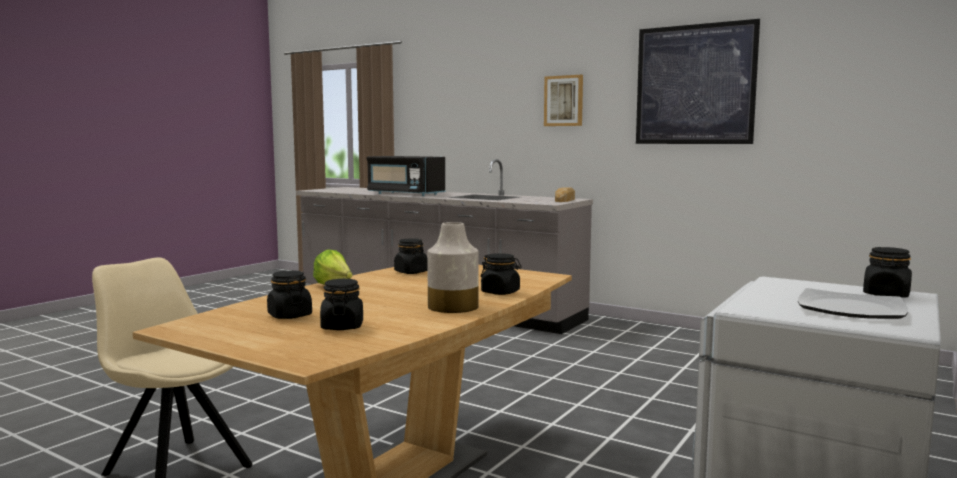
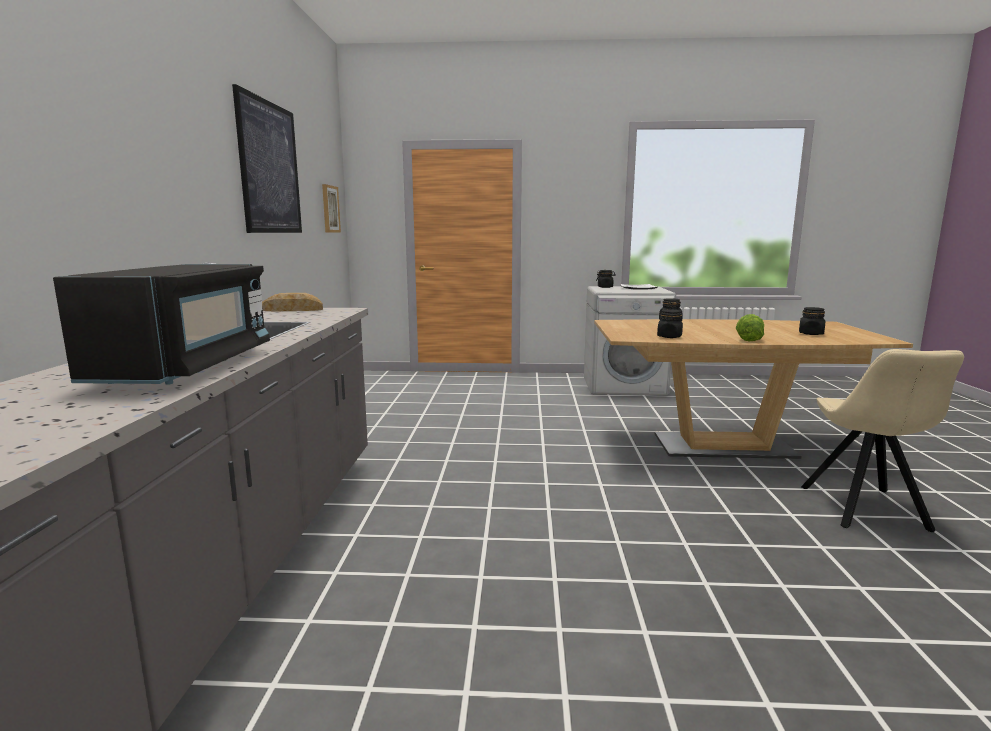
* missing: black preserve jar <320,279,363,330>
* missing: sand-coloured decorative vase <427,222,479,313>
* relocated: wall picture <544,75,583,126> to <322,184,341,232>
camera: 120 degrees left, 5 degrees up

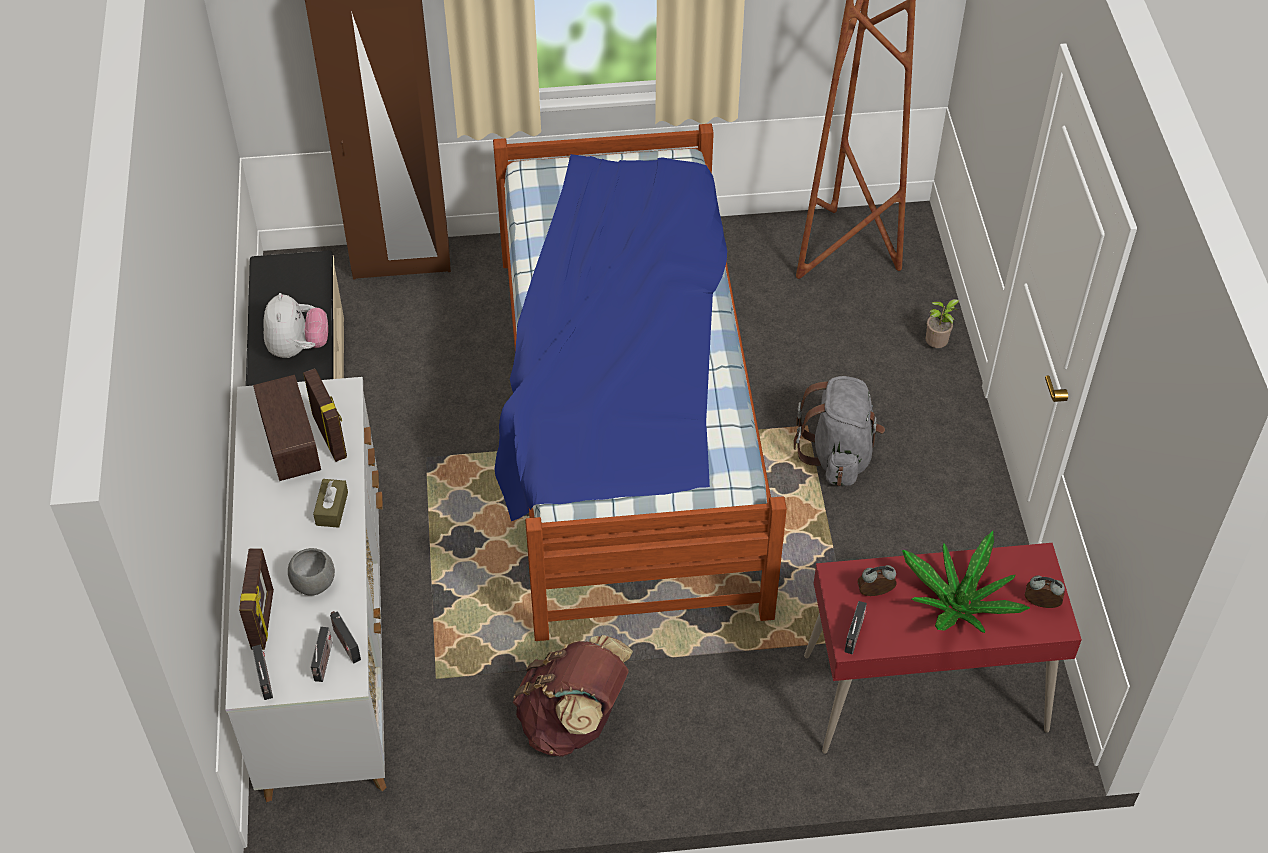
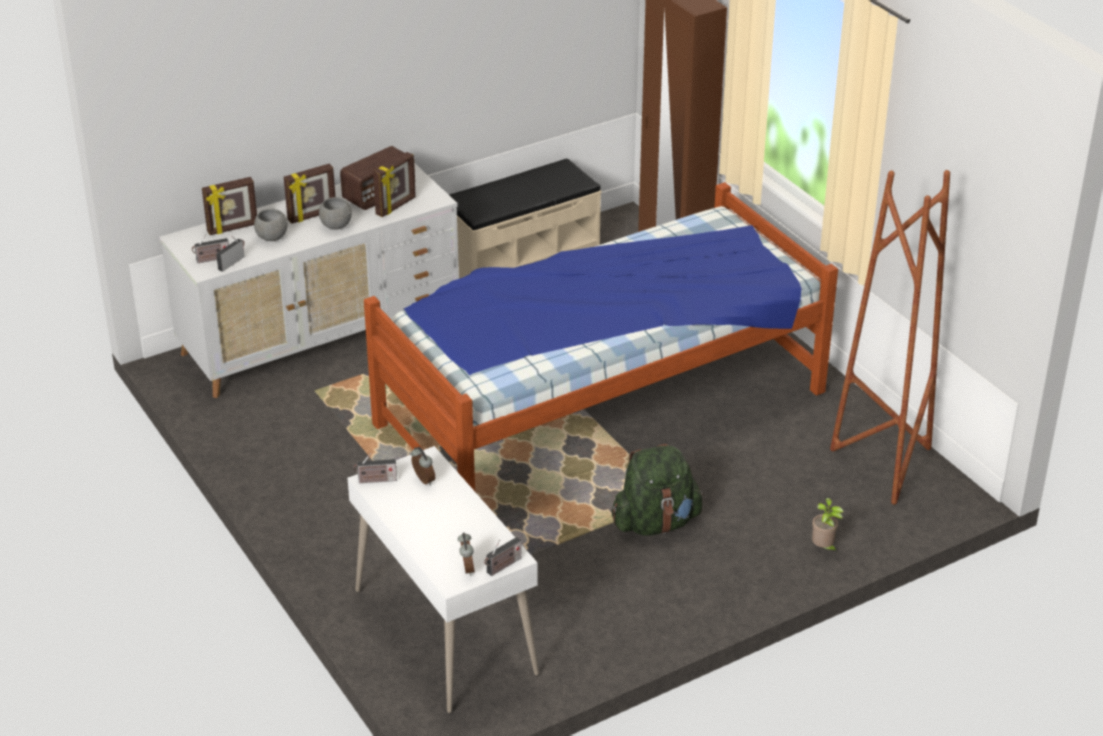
* relocated: radio set <252,645,273,700> to <484,537,522,576>
* missing: cuddly toy <263,293,328,358>
* exchanged: brown-coloured tissue box <313,479,348,528> to grey deep dish <319,197,352,230>
* missing: brown-coloured rucksack <512,635,633,757>
* colour: grey rucksack <794,376,885,486> to green-coloured rucksack <612,444,703,536>
* colour: reddish desk <804,543,1082,754> to white desk <348,446,539,713>
* missing: potted plant <902,531,1030,633>
* appeared: photo frame <284,164,335,224>
camera: 65 degrees right, 15 degrees down

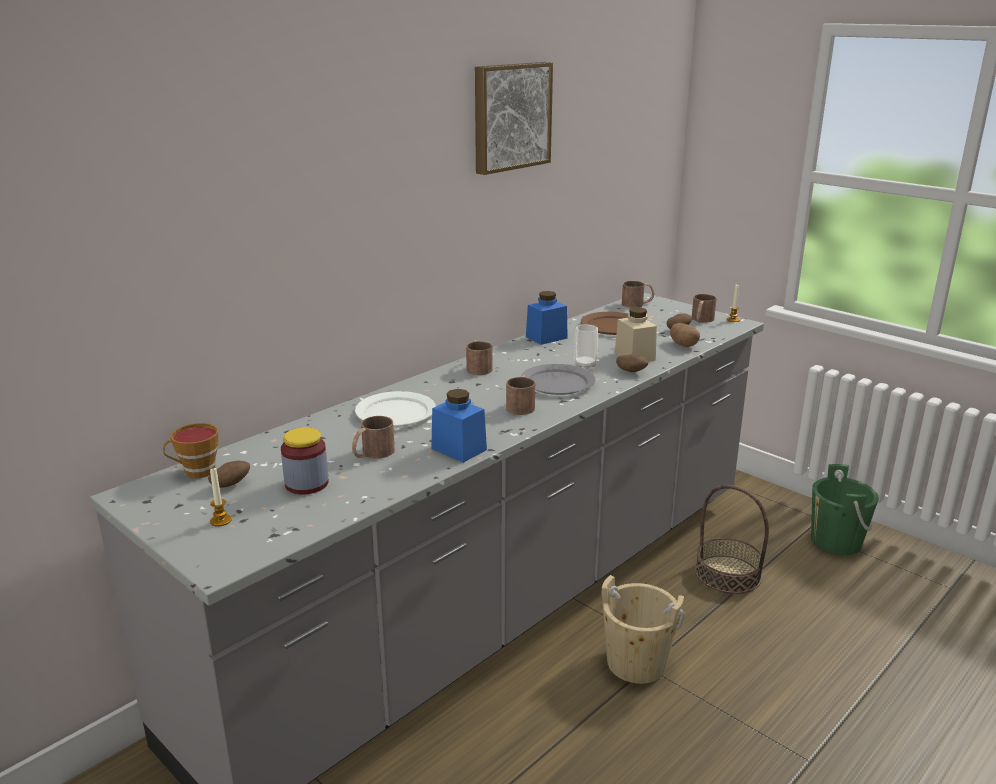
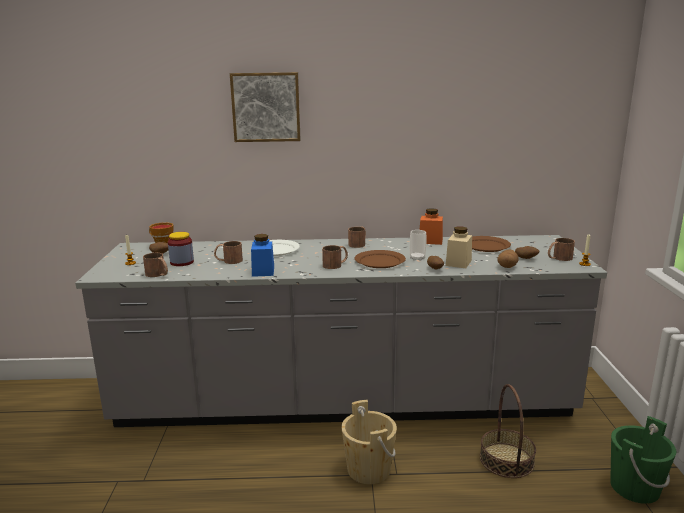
* relocated: wall picture <475,62,553,175> to <230,72,301,142>
* colour: grey plate <521,364,595,395> to brown-coloured plate <355,250,406,268>
* colour: blue-coloured preserve jar <526,291,568,345> to orange-coloured preserve jar <420,208,443,245>
* relocated: brown-coloured coffee mug <622,281,654,308> to <143,253,168,277>
camera: 45 degrees right, 5 degrees down

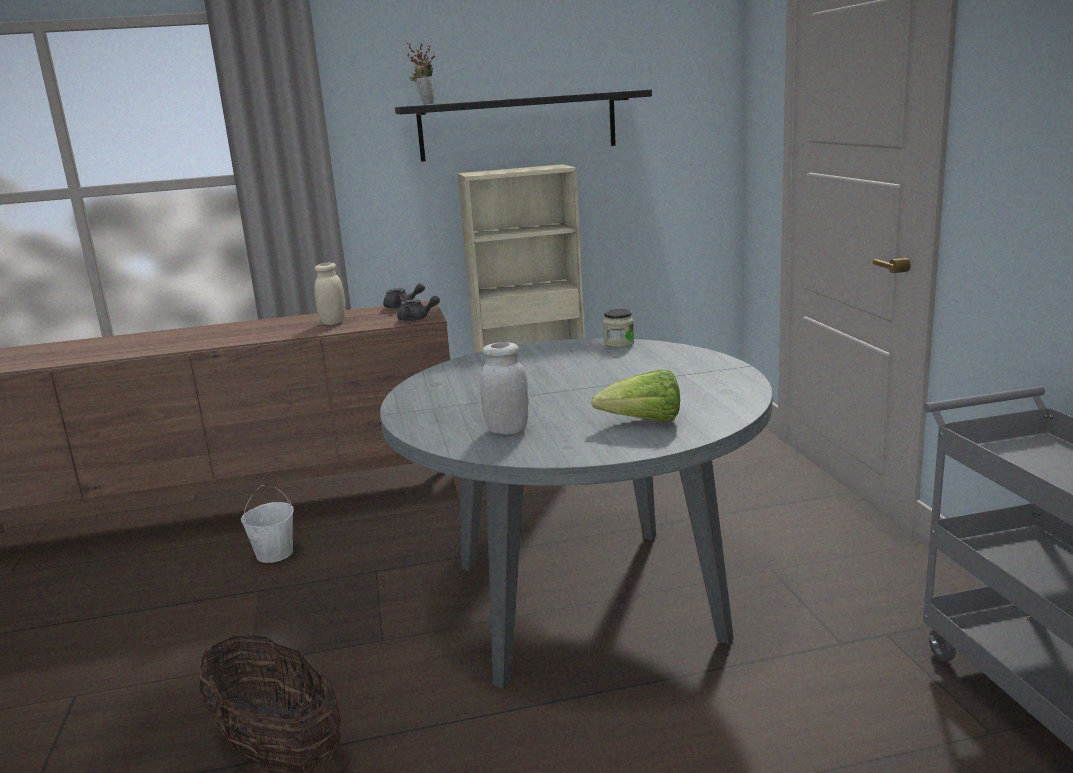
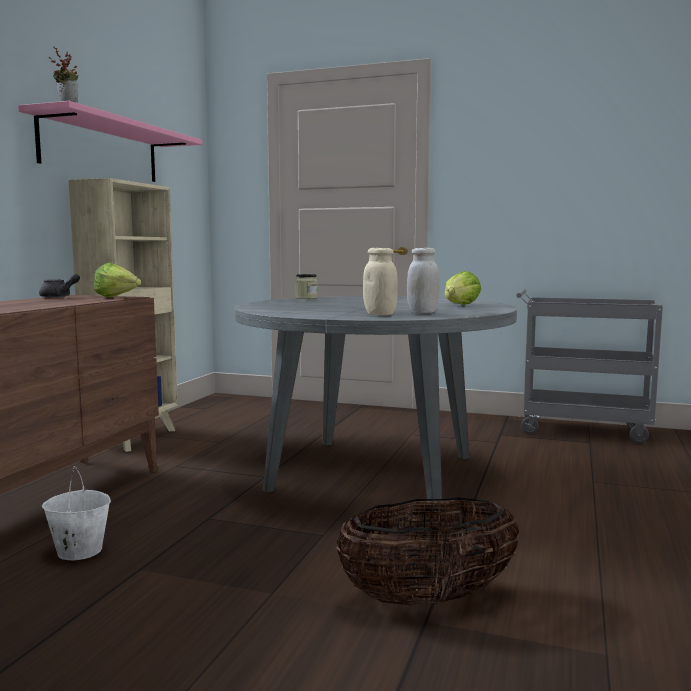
* relocated: sand-coloured preserve jar <314,262,345,325> to <363,248,398,315>
* colour: black shelf <395,89,652,162> to pink-coloured shelf <18,101,202,182>
* exchanged: grey tea pot <397,296,440,322> to lettuce head <94,263,141,297>
camera: 60 degrees left, 10 degrees down

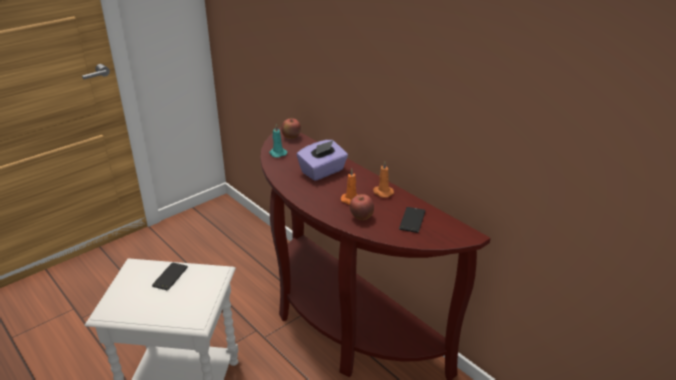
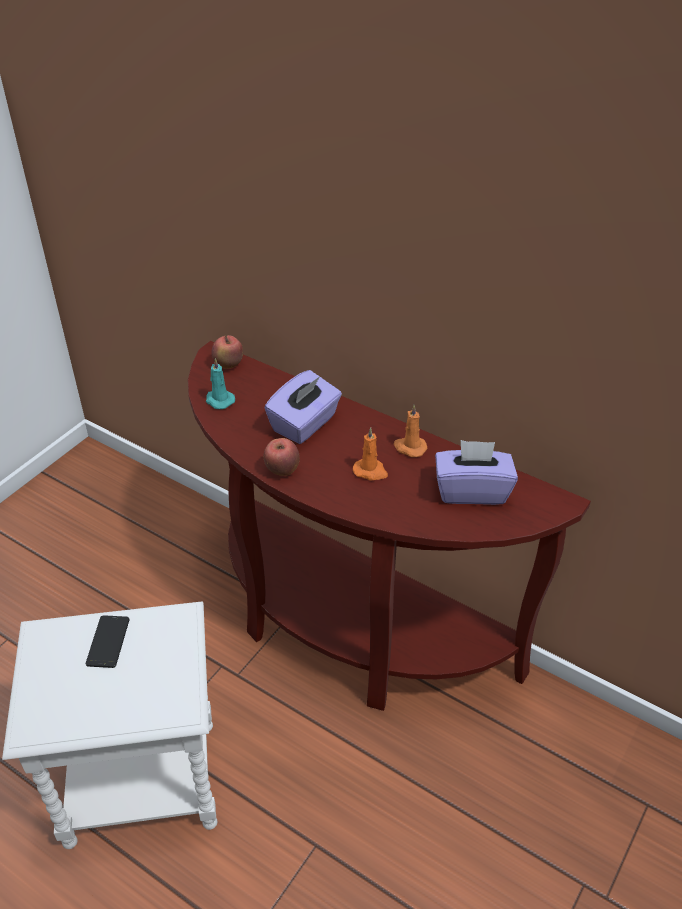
* relocated: whole apple <350,194,374,220> to <264,438,300,476>
* exchanged: handset <399,207,425,233> to purple tissue box <435,440,518,505>
camera: 15 degrees left, 10 degrees up

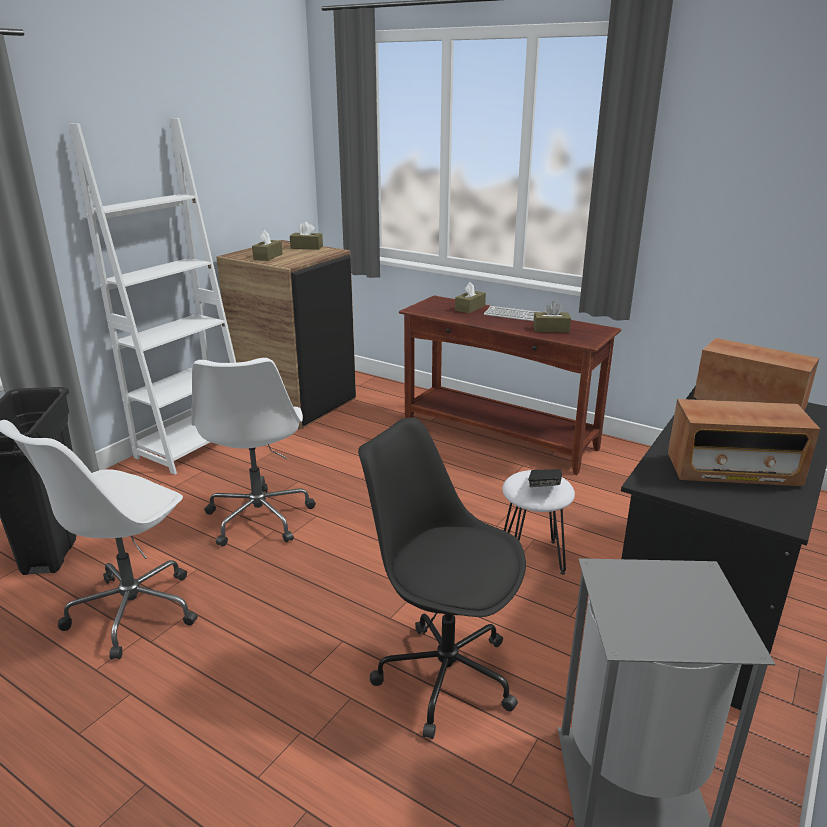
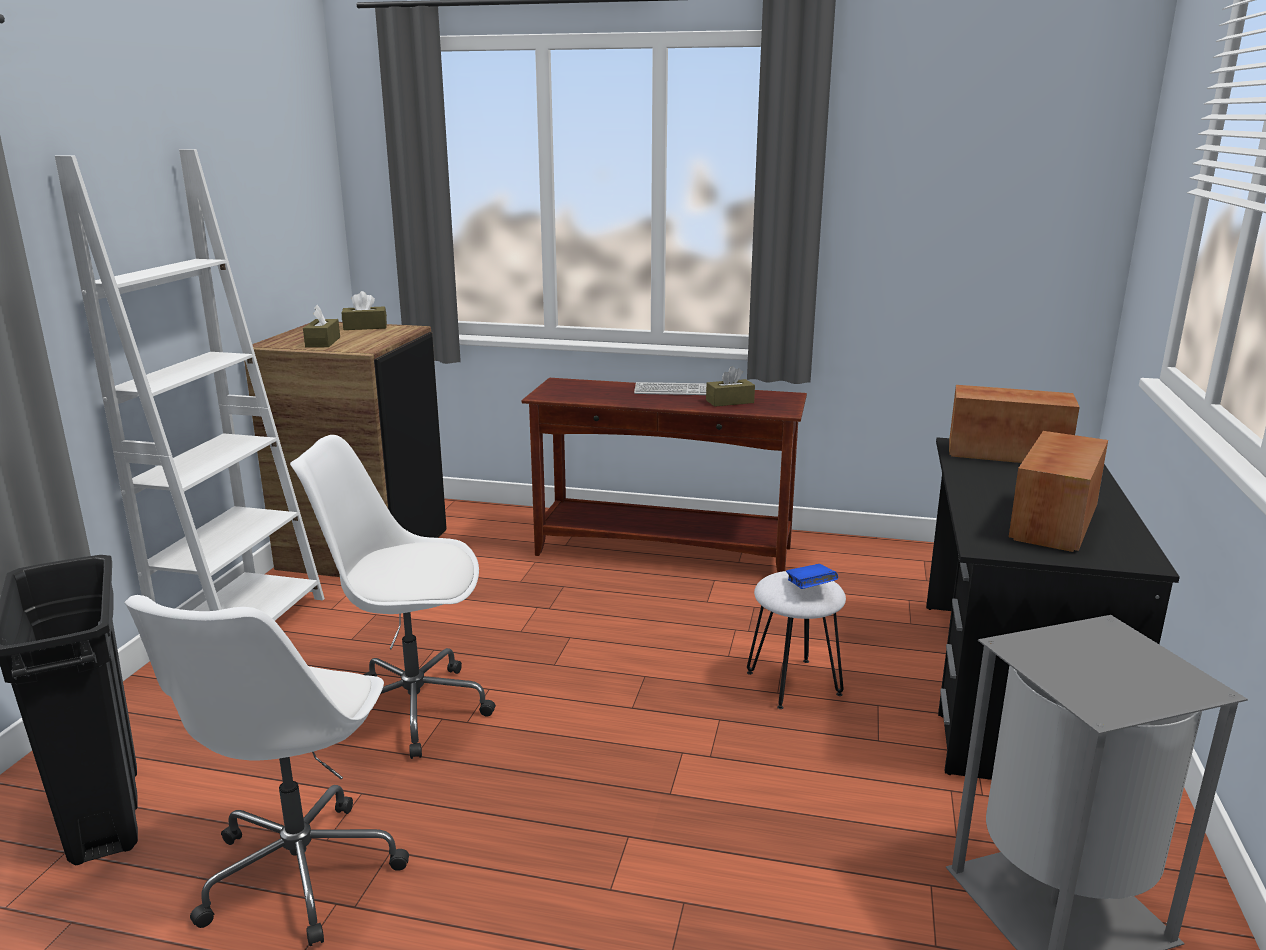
* spun: white office chair <191,358,316,546> = <290,435,496,759> 120 degrees clockwise
* missing: black office chair <358,418,526,739>
* missing: brown-coloured tissue box <455,282,486,313>
* colour: black bound book <528,469,562,487> to blue-coloured bound book <786,564,838,589>
* spun: radio set <668,399,820,486> = <1009,431,1108,552> 135 degrees clockwise
camera: 20 degrees left, 5 degrees down

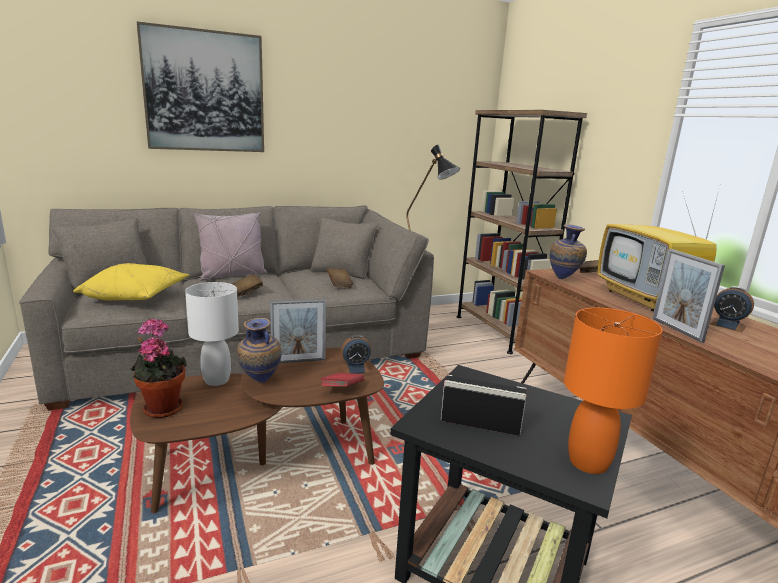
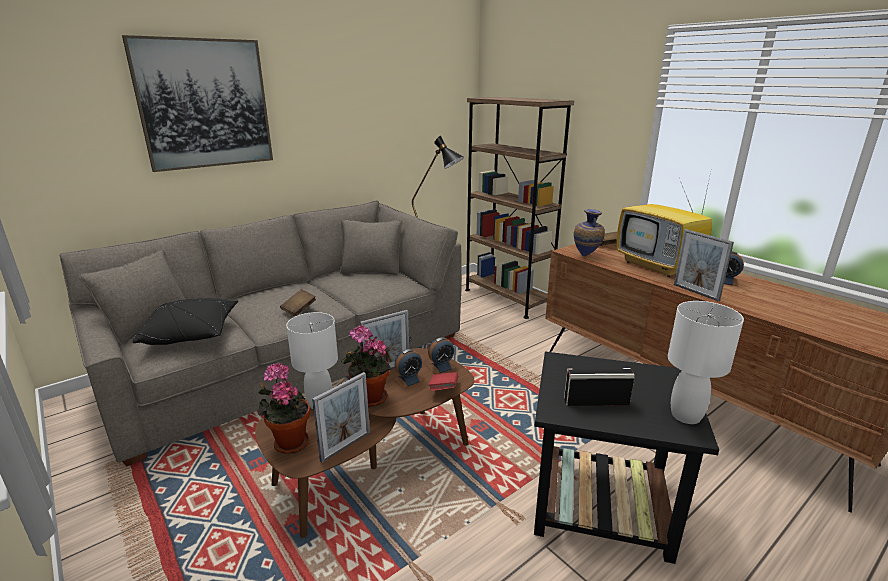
* colour: yellowish pillow <73,263,189,300> to black pillow <132,298,238,345>
* missing: purple pillow <194,212,267,281>
* exchanged: decorative vase <237,318,281,383> to potted plant <341,325,390,407>
* missing: brown-coloured bound book <327,268,353,288>
* colour: orange-coloured tabletop lamp <564,308,662,474> to white tabletop lamp <668,301,744,424>
* appeared: photo frame <312,372,370,463>
* appeared: alarm clock <394,349,424,388>
camera: 15 degrees left, 5 degrees up

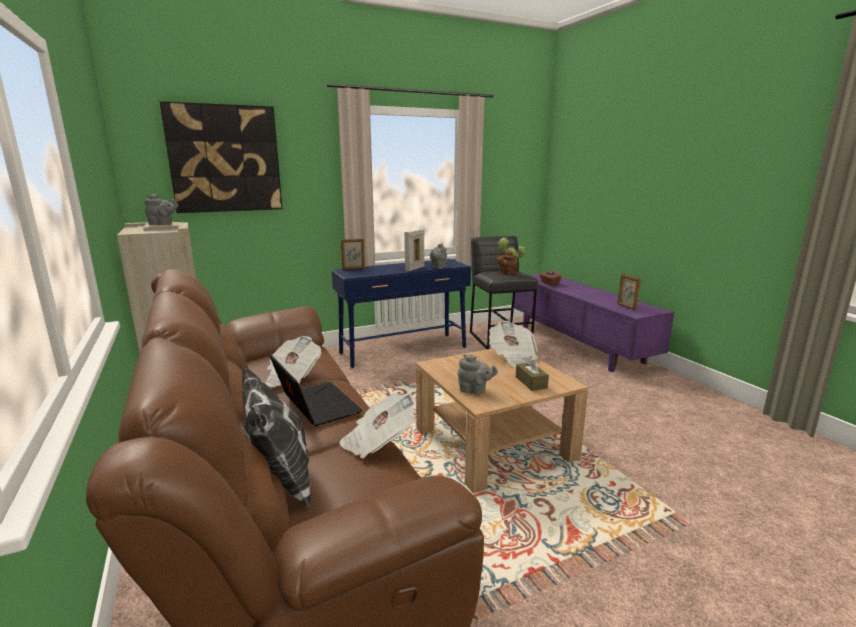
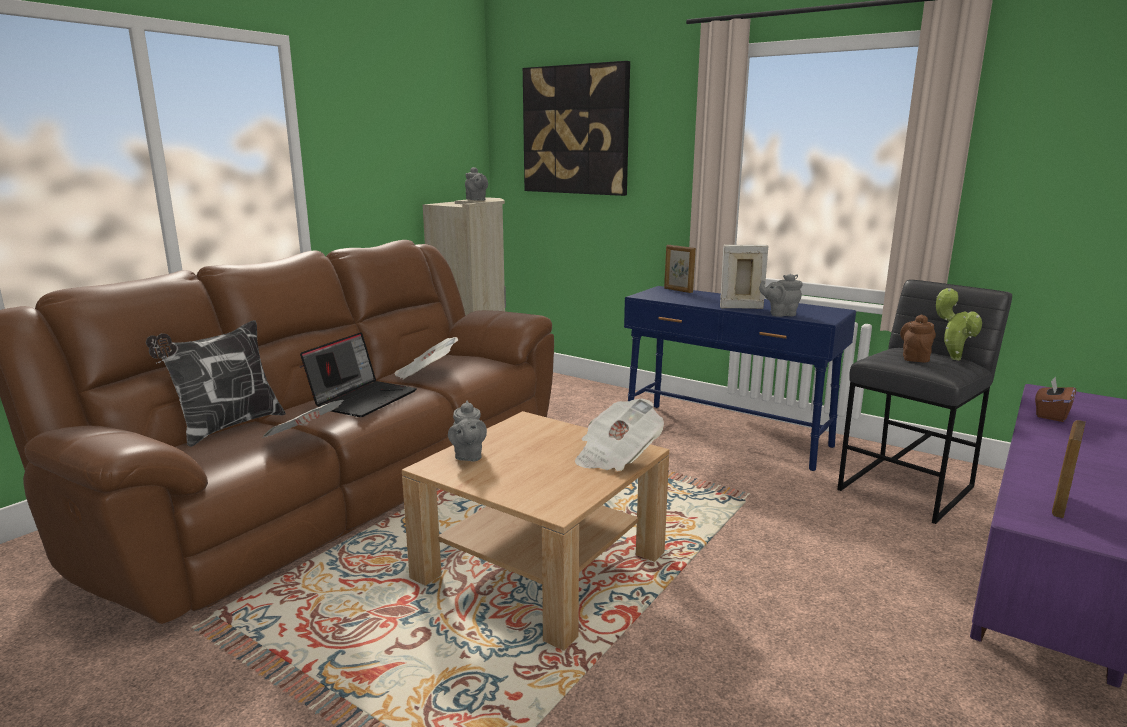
* missing: brown-coloured tissue box <516,356,549,391>
camera: 60 degrees right, 0 degrees up

